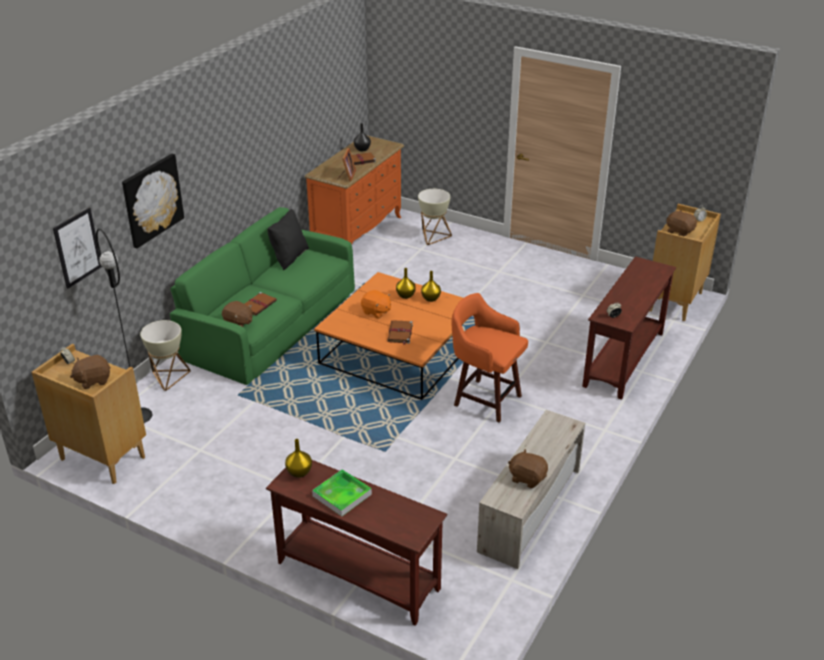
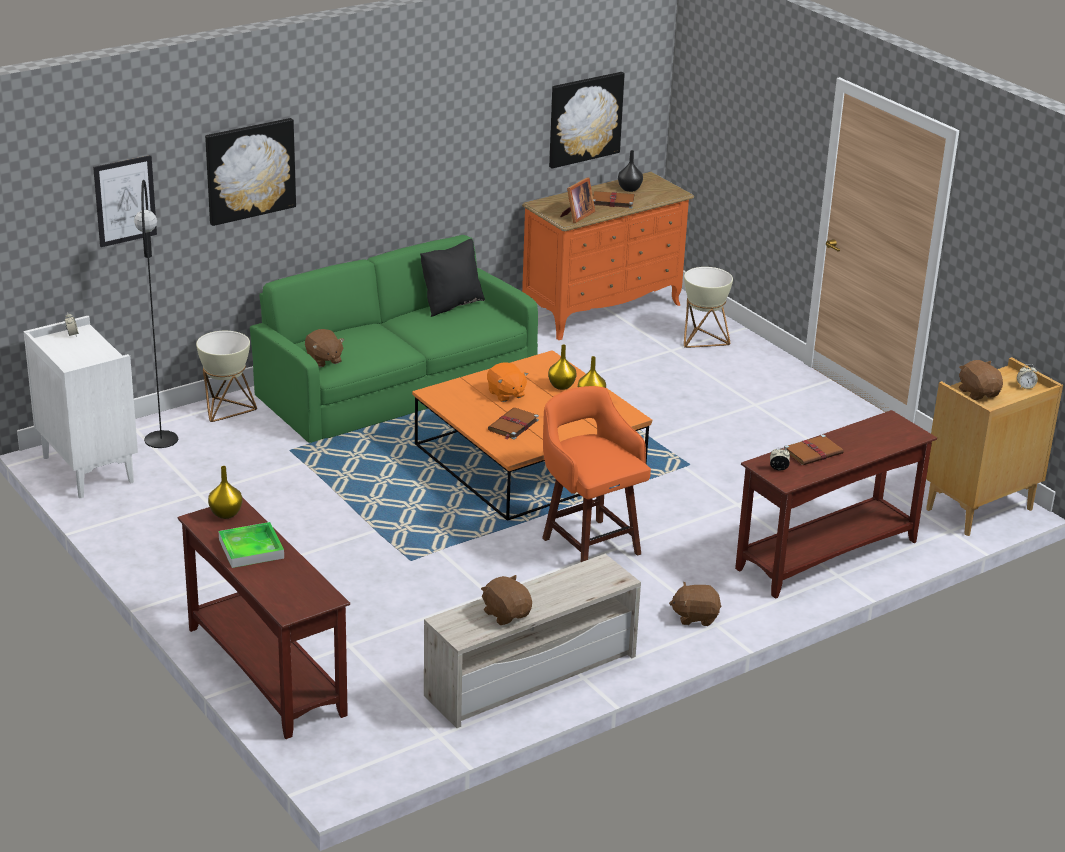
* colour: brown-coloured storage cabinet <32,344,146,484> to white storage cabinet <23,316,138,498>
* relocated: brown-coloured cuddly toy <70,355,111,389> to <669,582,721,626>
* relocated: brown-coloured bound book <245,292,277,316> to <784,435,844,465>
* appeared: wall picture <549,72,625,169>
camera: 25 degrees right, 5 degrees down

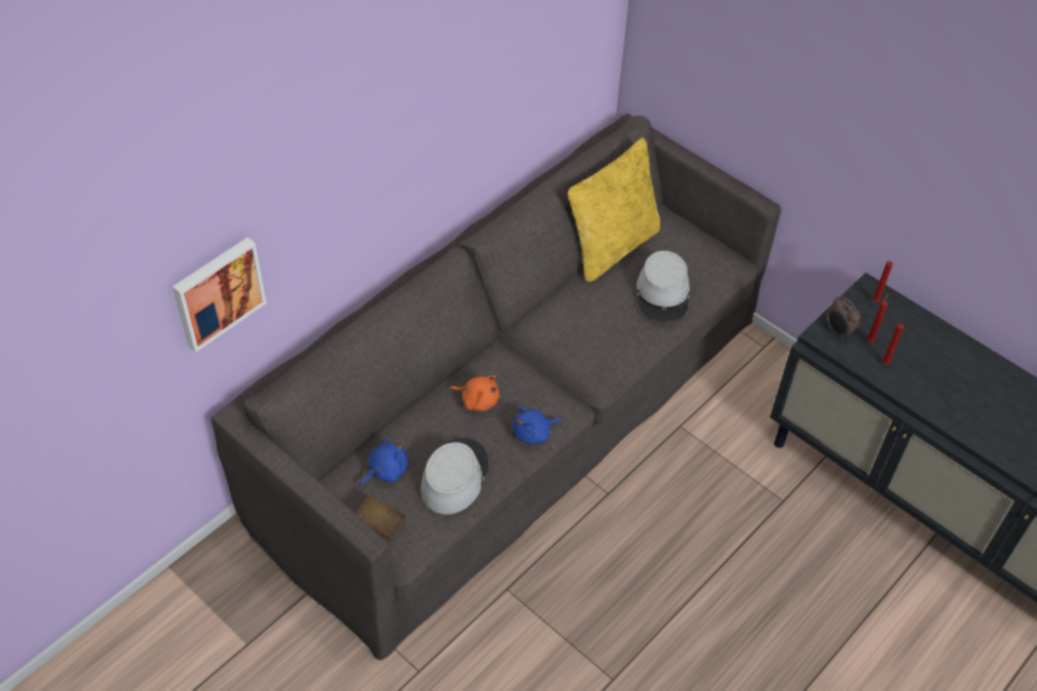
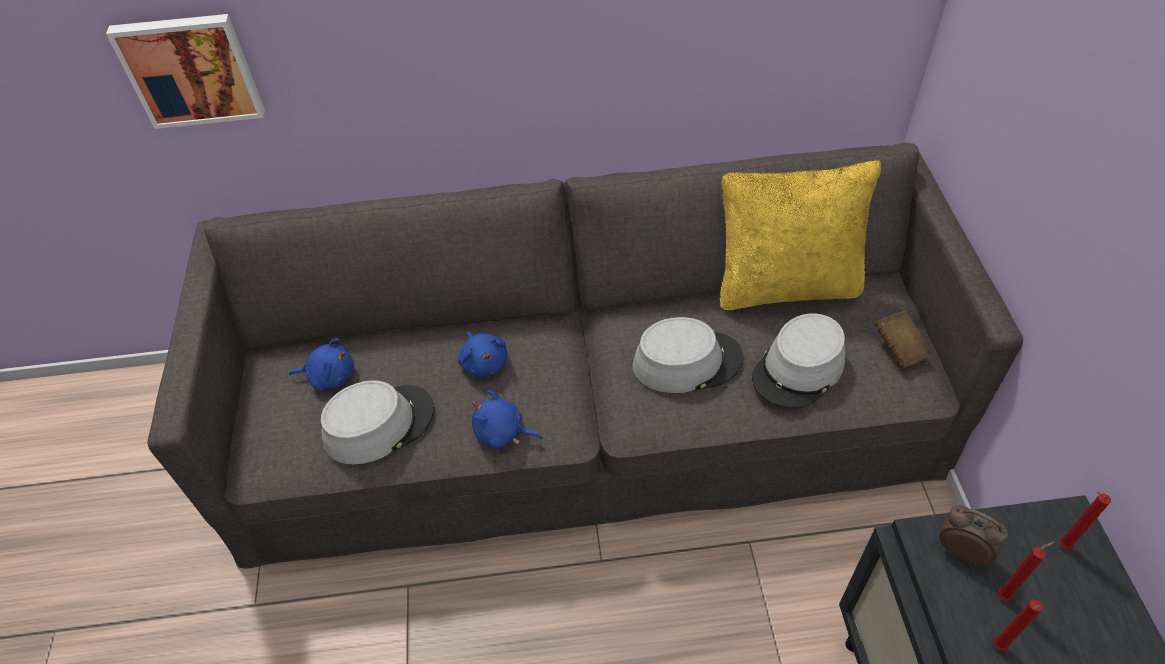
* relocated: brown-coloured bound book <356,494,406,541> to <874,311,933,368>
* colour: orange-coloured cuddly toy <450,376,500,411> to blue-coloured cuddly toy <458,331,508,377>
* spun: alarm clock <826,296,860,339> = <939,505,1008,566> 120 degrees clockwise
* appeared: grey hat <633,317,743,393>
camera: 45 degrees right, 0 degrees up

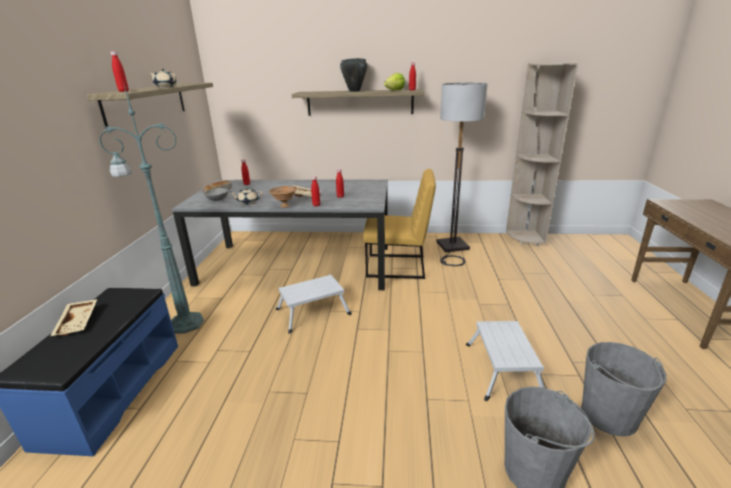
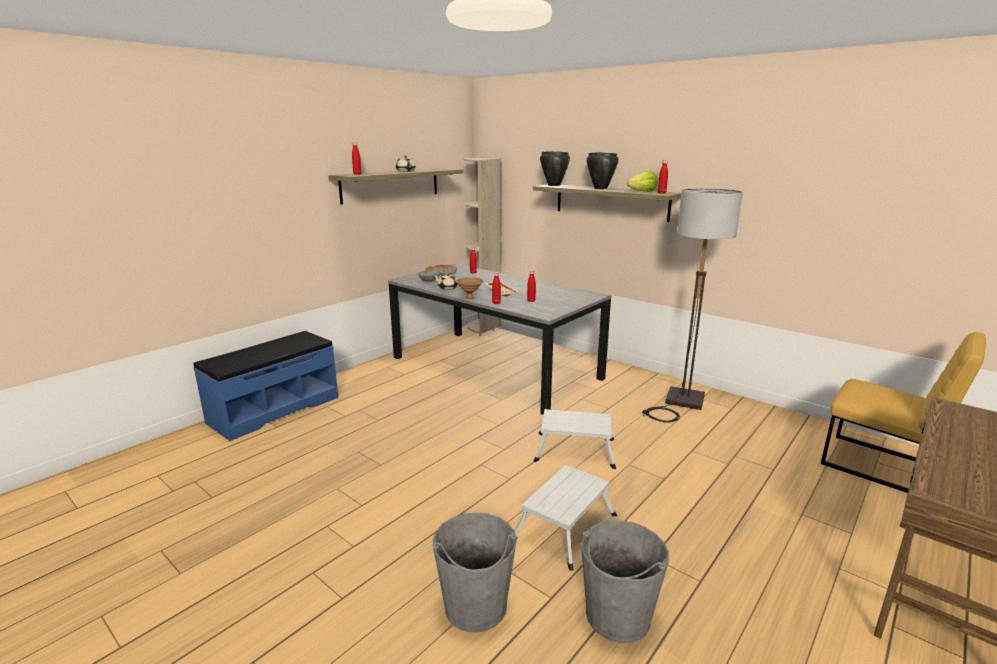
* missing: sand-coloured tray <51,299,97,336>
* missing: green-coloured floor lamp <99,81,204,334>
* relocated: white step ladder <276,274,352,334> to <534,409,616,469>
* relocated: yellowish plain chair <363,169,436,279> to <821,332,986,493>
* relocated: sand-coloured bookshelf <506,63,578,246> to <464,158,501,336>
* appeared: black saucepot <540,151,570,186>
camera: 35 degrees right, 5 degrees down

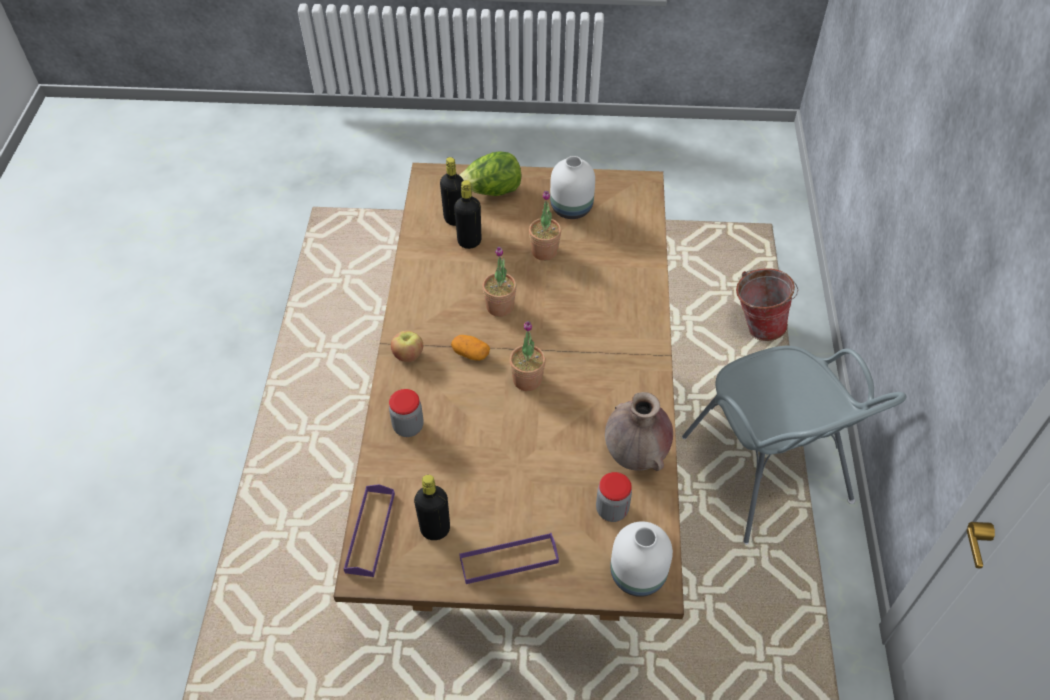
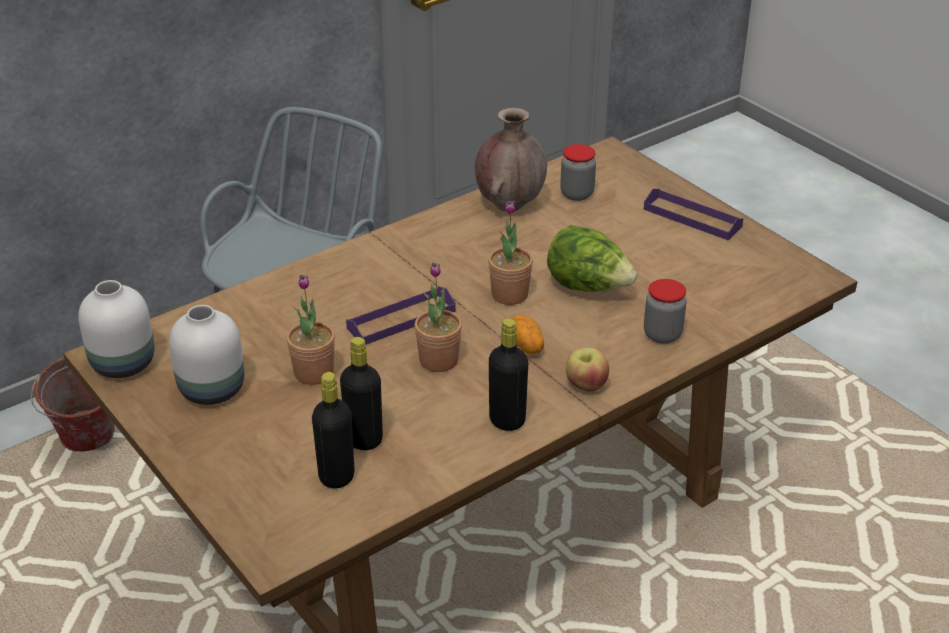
* relocated: purple tray <343,484,395,577> to <346,286,455,345>
* relocated: black drink bottle <414,475,450,540> to <489,318,528,431>
* relocated: lettuce head <460,151,521,196> to <547,225,637,292>
* relocated: white decorative vase <610,521,673,597> to <78,280,154,378>
camera: 130 degrees left, 15 degrees down

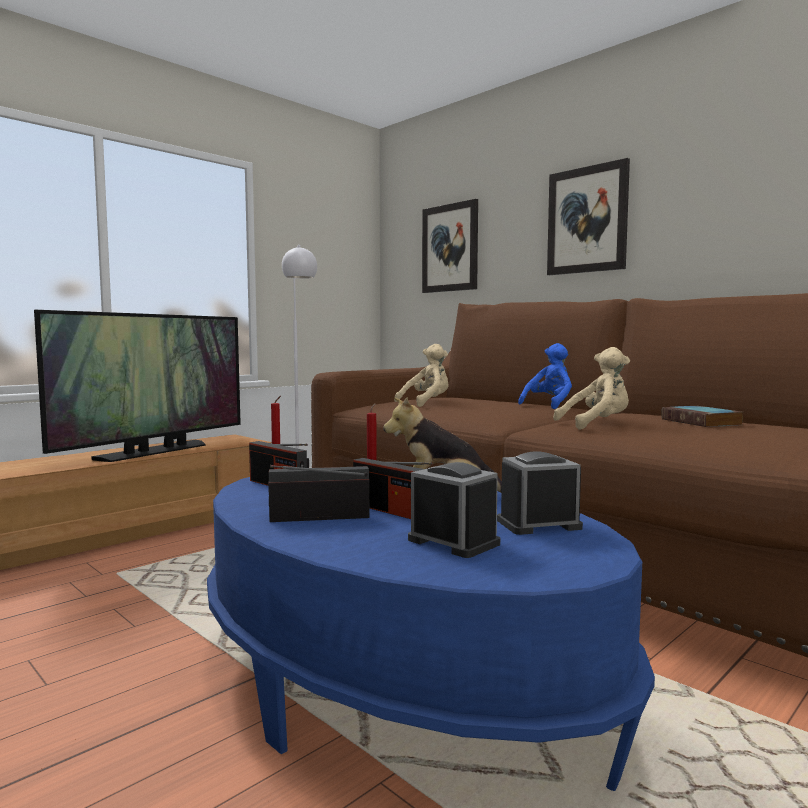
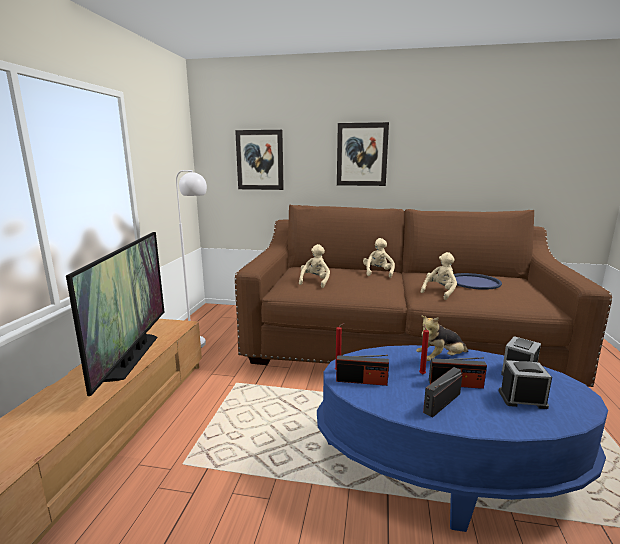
* colour: blue-coloured cuddly toy <518,343,572,409> to sand-coloured cuddly toy <363,238,395,278>
* exchanged: bound book <662,406,743,427> to blue-coloured tray <454,273,502,290>
camera: 35 degrees left, 10 degrees up

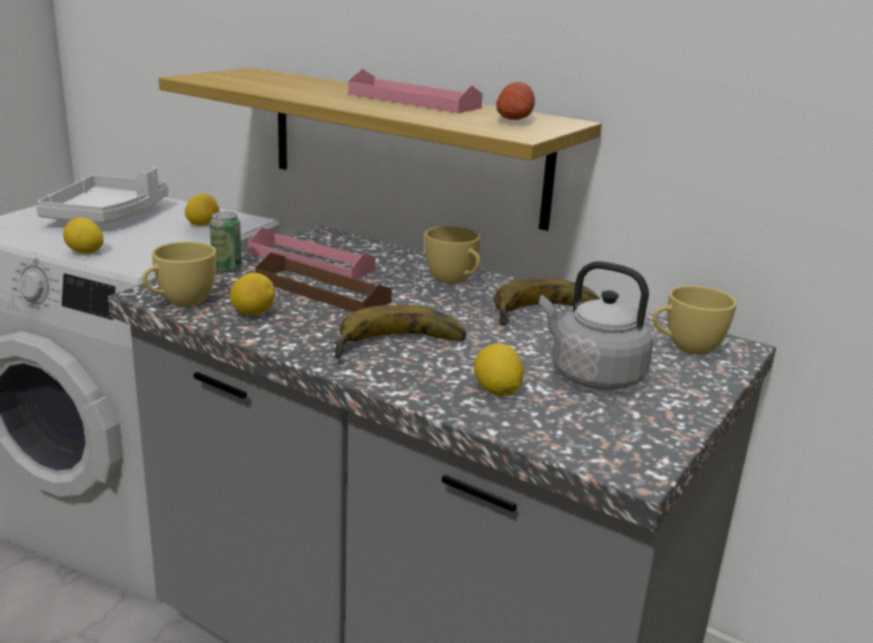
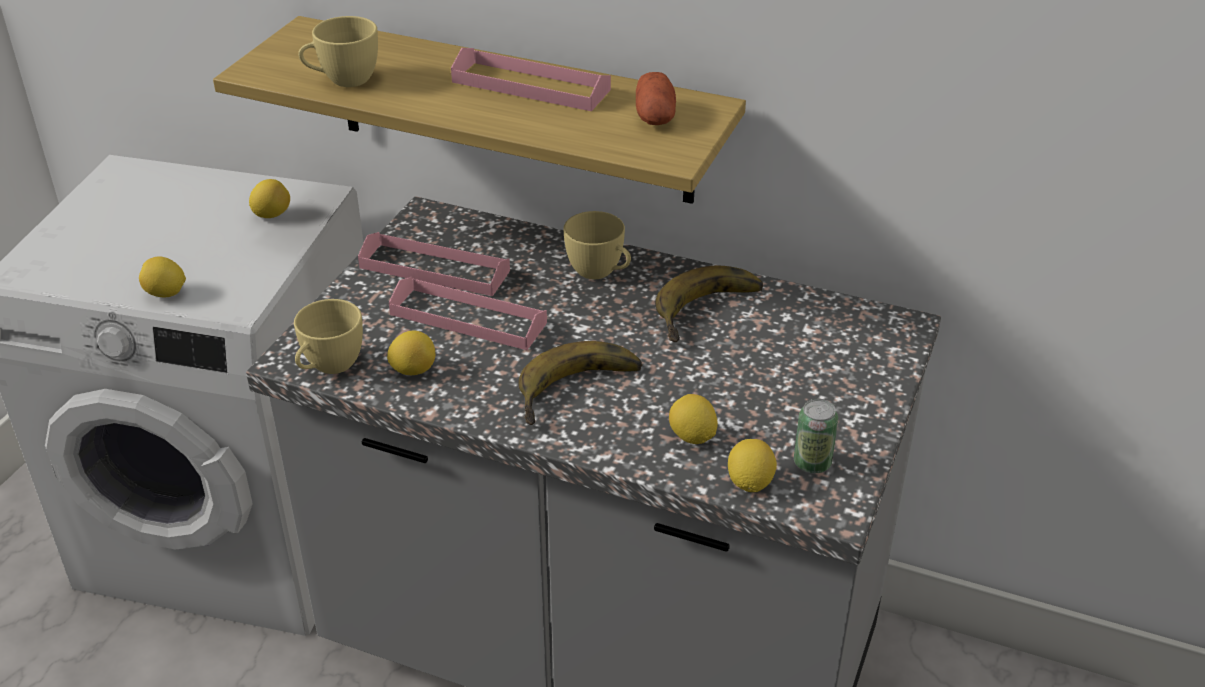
* missing: grey tray <36,167,168,223>
* relocated: sealed can <210,212,242,272> to <794,399,838,473>
* colour: brown-coloured tray <255,252,392,312> to pink-coloured tray <389,277,547,350>
* missing: grey water kettle <539,261,653,390>
* relocated: yellowish cup <653,286,737,355> to <298,16,378,87>
* appeared: whole lemon <728,439,777,492>
camera: 10 degrees left, 15 degrees up

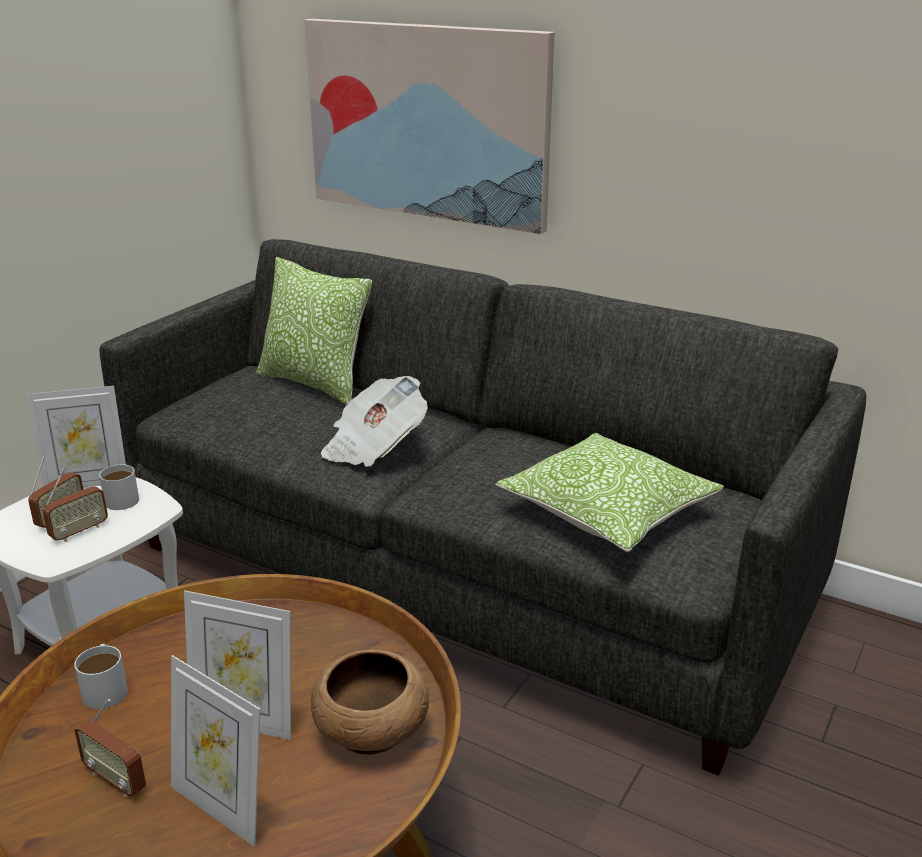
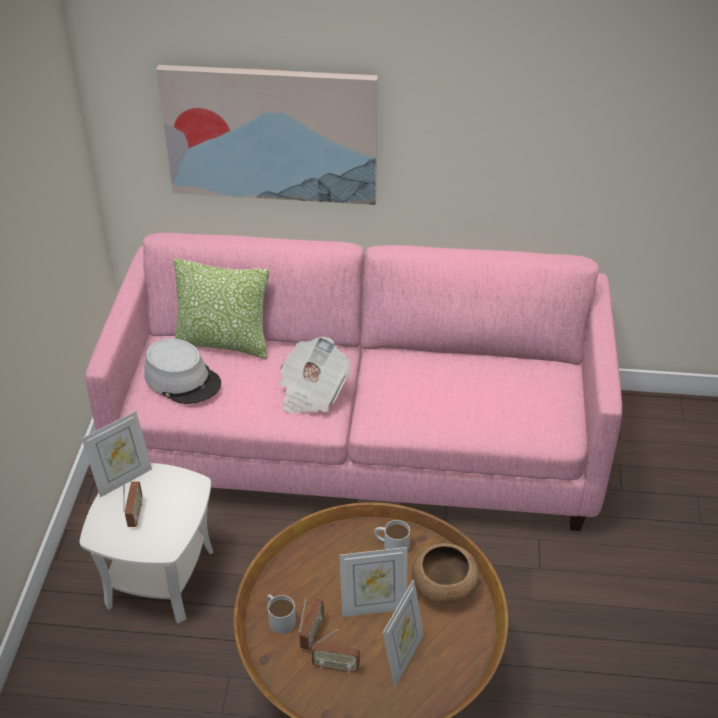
* relocated: radio set <42,467,108,542> to <299,598,324,650>
* colour: grey sofa <99,239,866,776> to pink-coloured sofa <85,233,622,531>
* relocated: white coffee mug <99,464,139,510> to <374,520,410,551>
* spun: photo frame <171,655,261,847> = <383,579,424,688> 75 degrees counterclockwise
* missing: pillow <495,433,724,552>
* appeared: grey hat <144,338,221,404>
camera: 25 degrees left, 15 degrees up

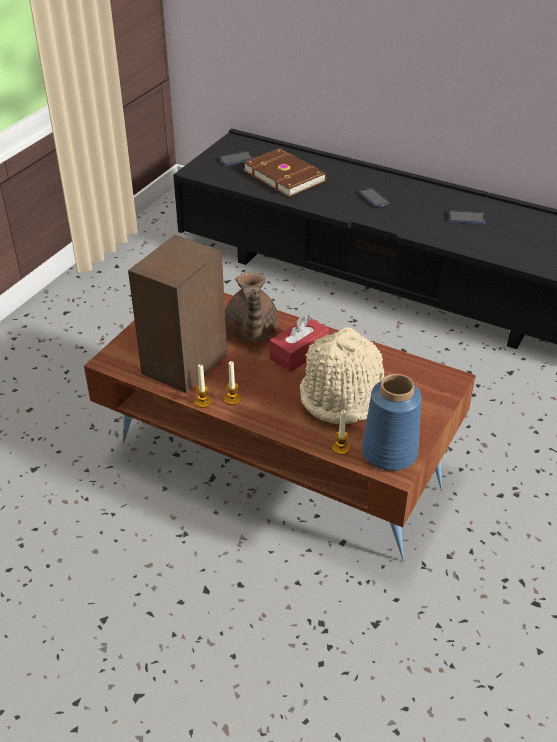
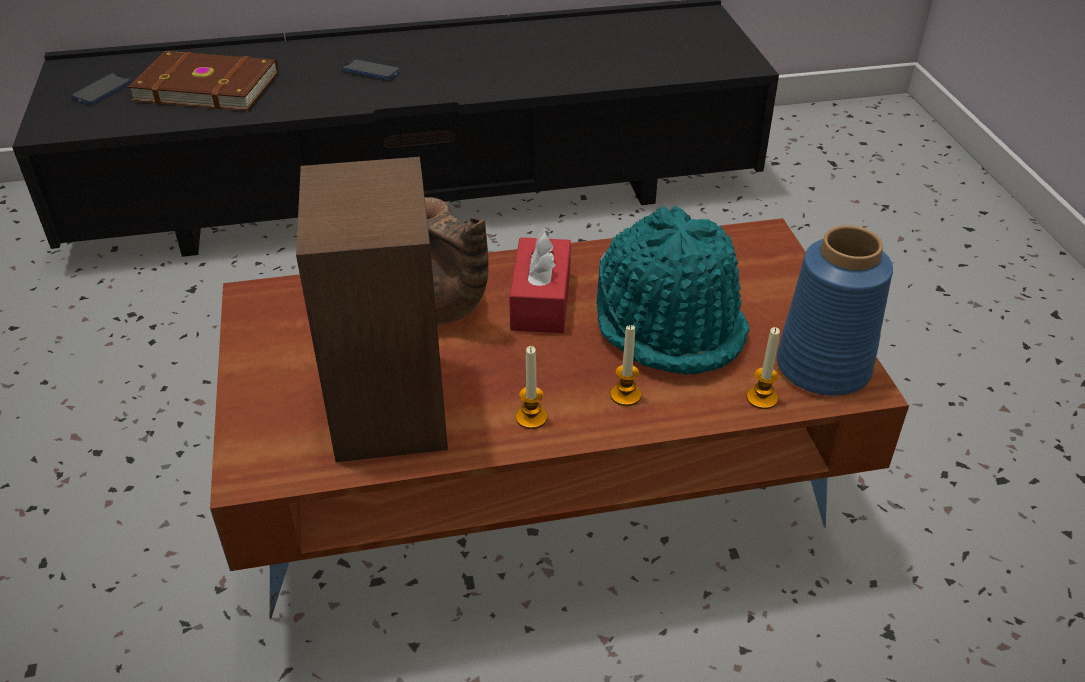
* relocated: wax light <195,364,212,408> to <610,325,641,406>
* colour: sand-coloured hat <300,327,385,424> to turquoise-coloured hat <597,206,750,375>
* missing: handset <449,211,486,224>
camera: 40 degrees left, 0 degrees up

